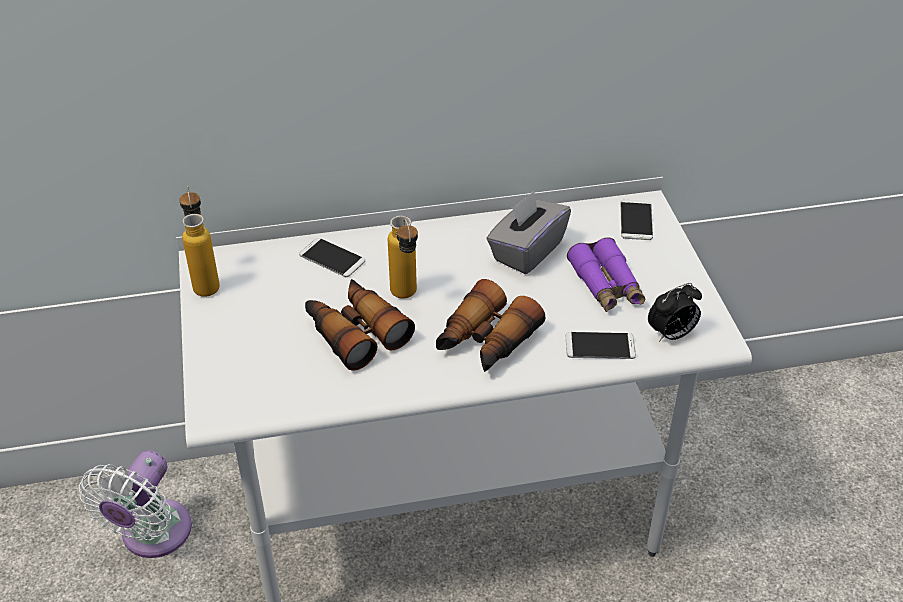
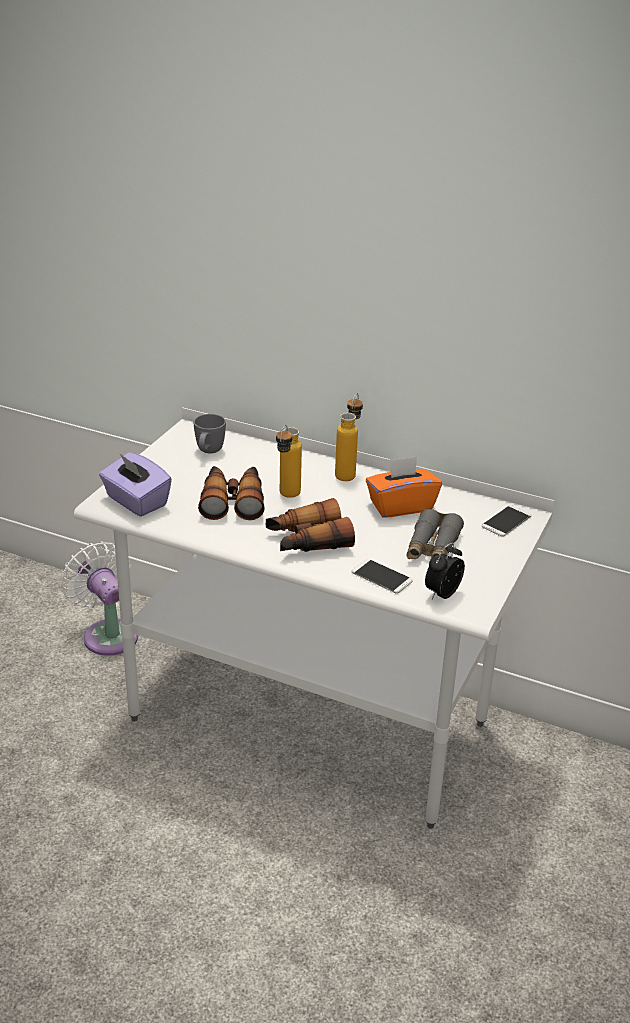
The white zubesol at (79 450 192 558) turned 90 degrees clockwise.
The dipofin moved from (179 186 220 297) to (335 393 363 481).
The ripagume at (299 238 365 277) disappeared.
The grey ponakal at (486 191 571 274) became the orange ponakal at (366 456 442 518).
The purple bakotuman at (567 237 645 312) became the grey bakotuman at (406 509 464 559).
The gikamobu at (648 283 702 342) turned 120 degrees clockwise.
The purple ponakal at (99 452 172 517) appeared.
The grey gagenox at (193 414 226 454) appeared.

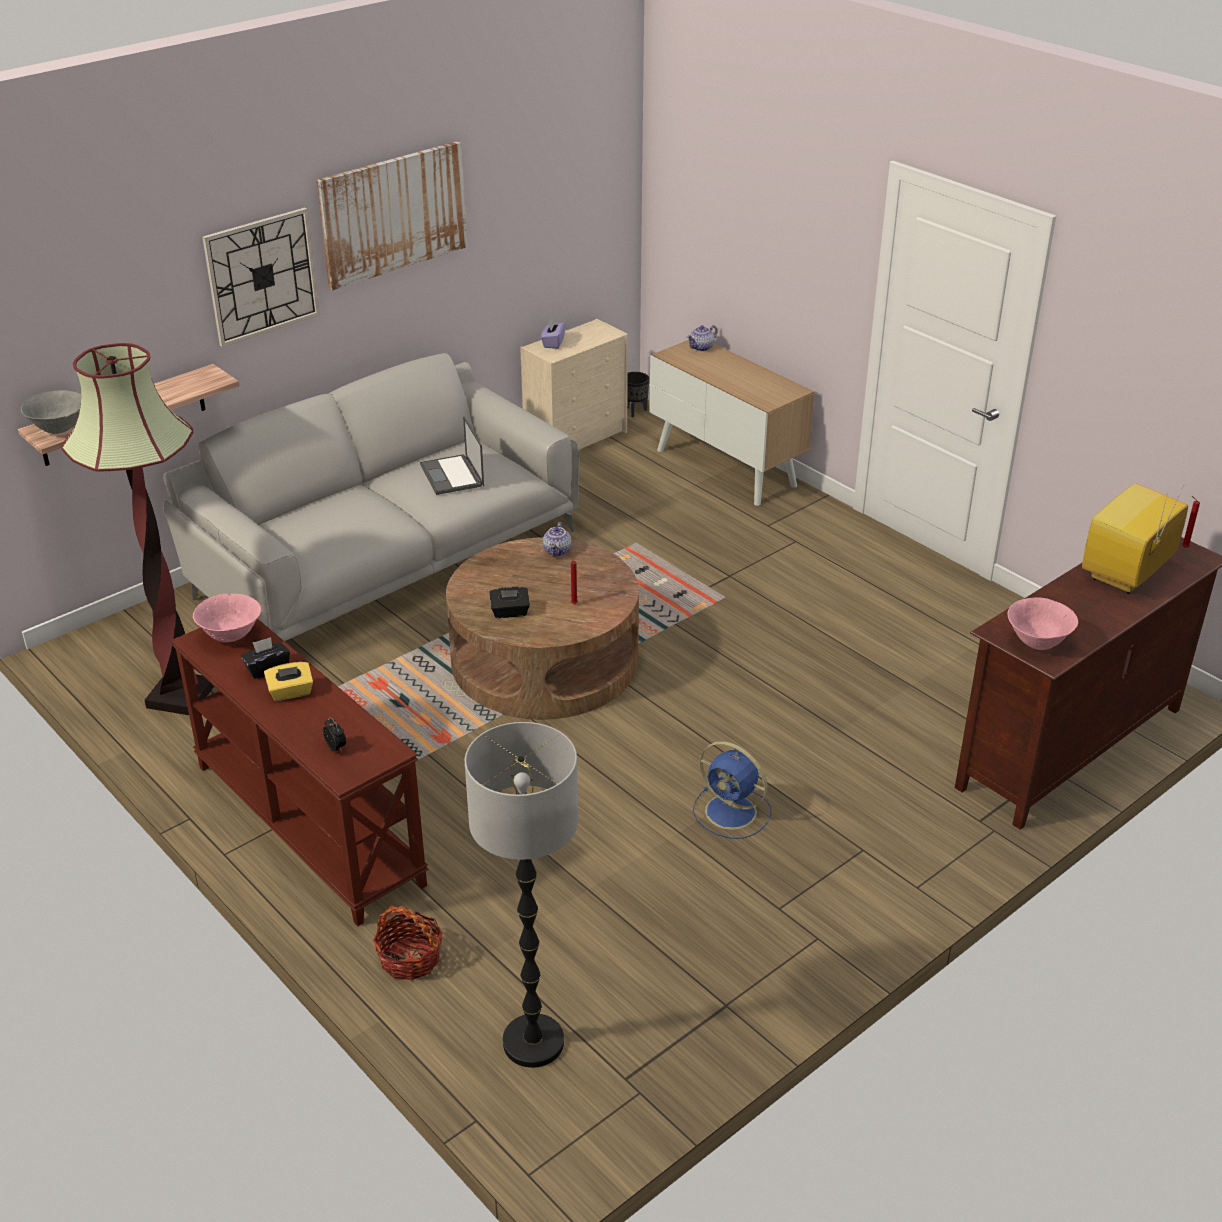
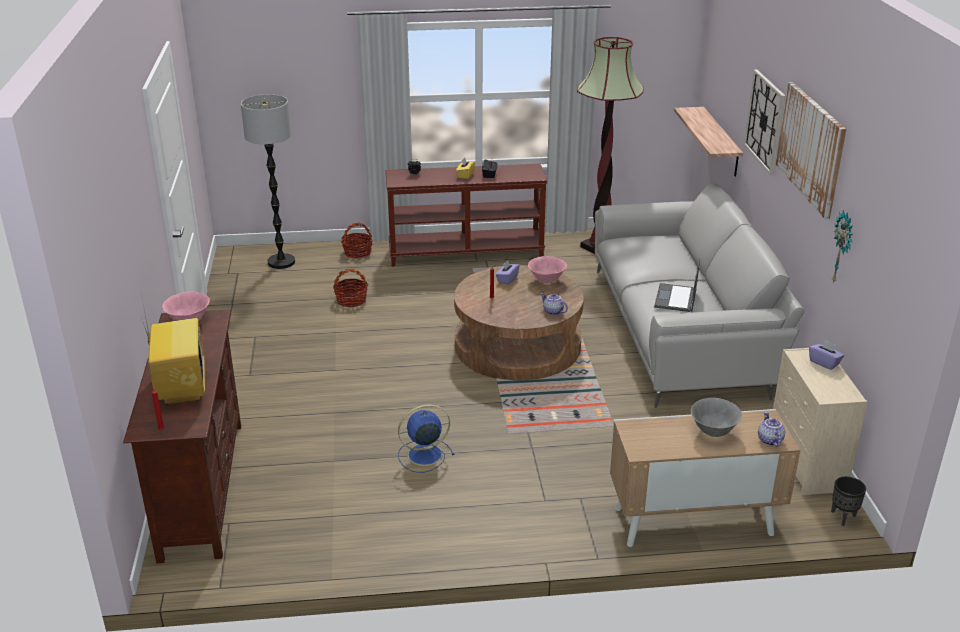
The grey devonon moved from (21 390 81 434) to (691 398 742 437).
The pink devonon moved from (193 594 261 642) to (528 256 567 284).
The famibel at (420 416 484 495) turned 90 degrees counterclockwise.
The black ponakal at (489 587 530 618) became the purple ponakal at (496 260 520 285).
The blue zubesol moved from (693 741 771 839) to (398 404 454 473).
The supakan at (333 269 369 307) appeared.
The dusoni at (832 210 853 284) appeared.

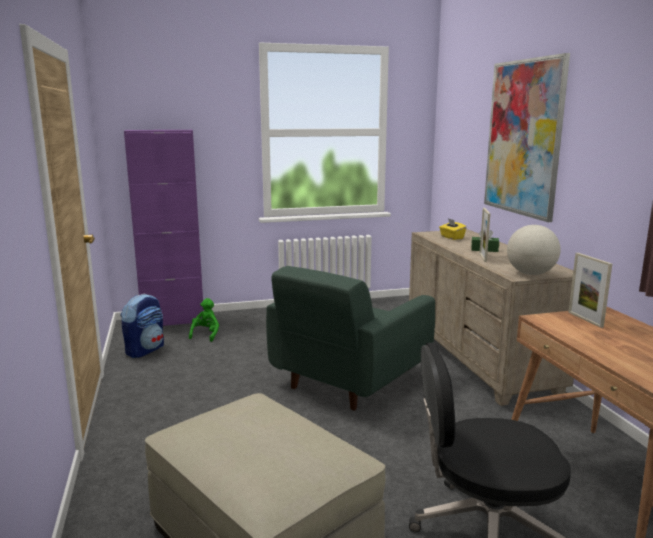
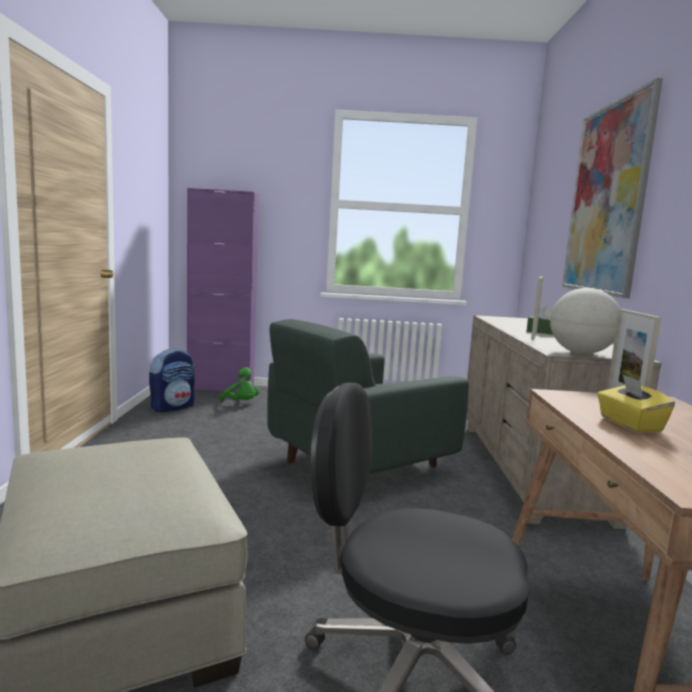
The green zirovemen at (189 298 219 342) turned 105 degrees clockwise.
The yellow ponakal moved from (439 218 467 240) to (597 374 675 433).

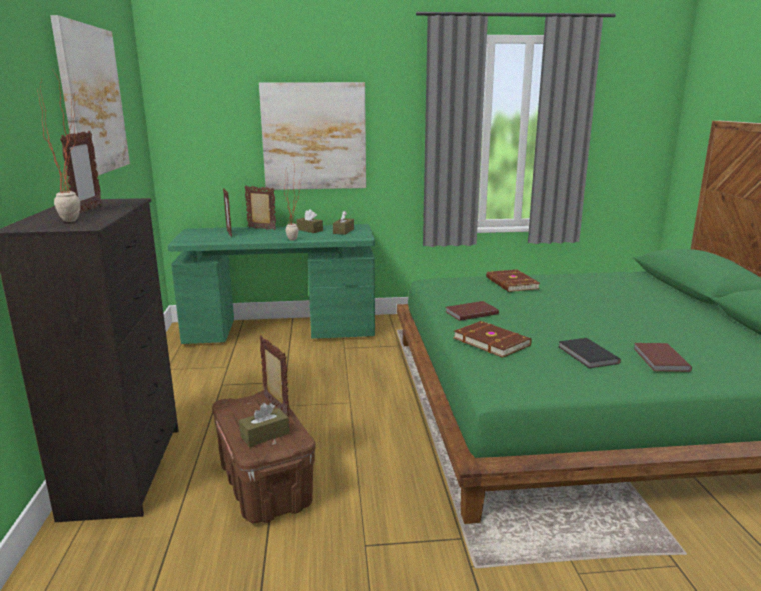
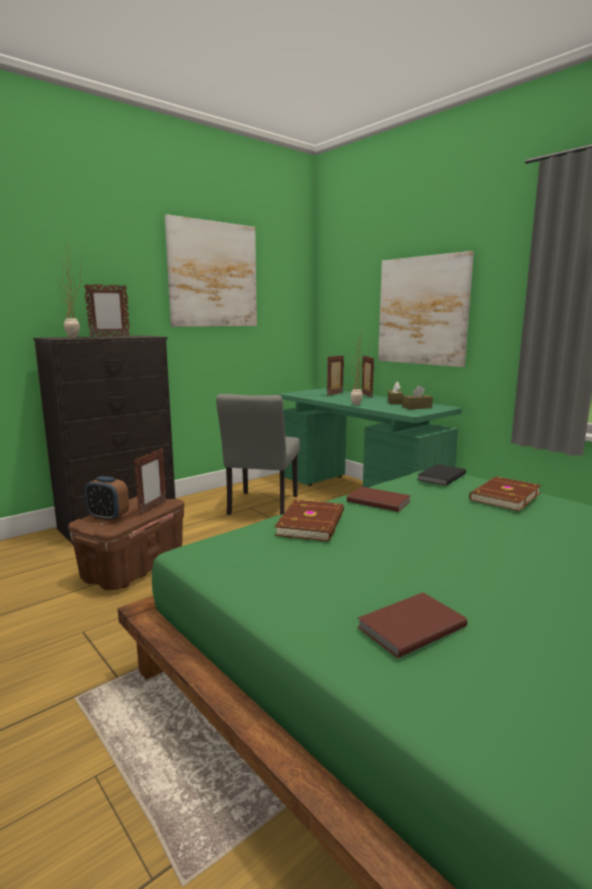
The brown ponakal at (239 403 289 447) was replaced by the gikamobu at (84 476 129 521).
The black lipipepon moved from (559 338 621 368) to (417 464 466 486).
The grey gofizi at (216 394 300 515) appeared.

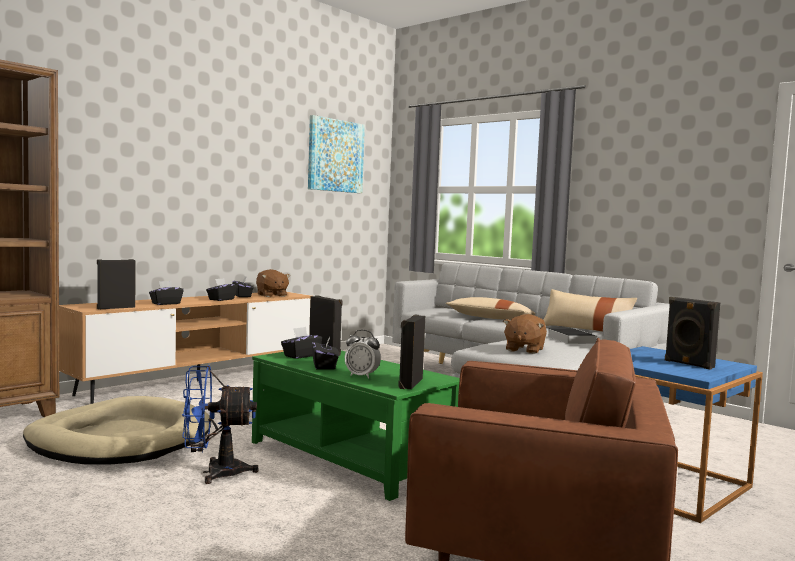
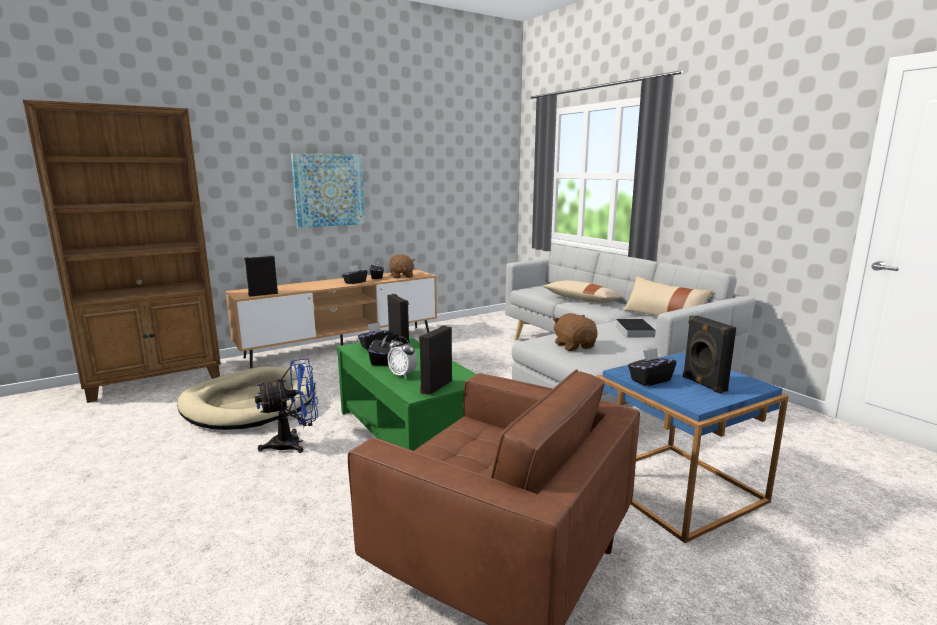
The black ponakal moved from (149 281 184 305) to (628 348 677 386).
The blue zubesol at (182 365 259 484) turned 150 degrees clockwise.
The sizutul moved from (308 115 365 193) to (291 153 365 228).
The brown zirovemen at (503 314 547 354) turned 120 degrees clockwise.

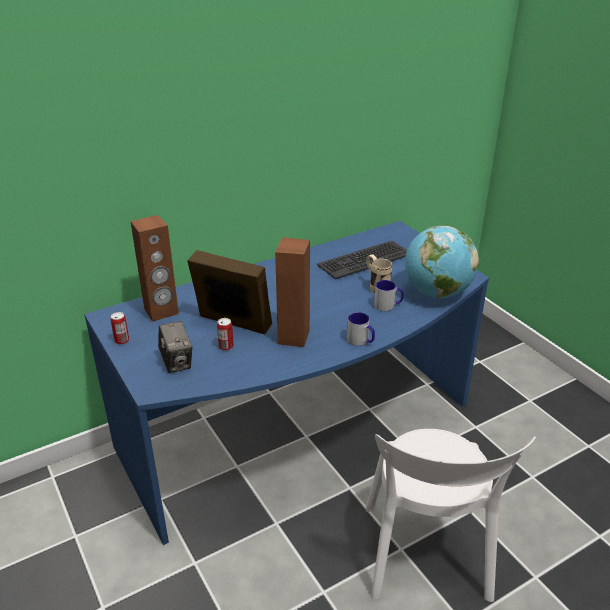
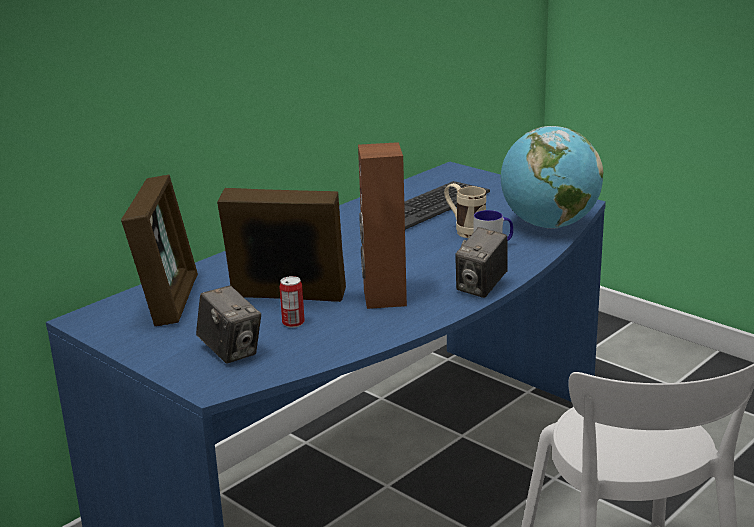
The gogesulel at (111 312 129 345) disappeared.
The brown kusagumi at (130 215 179 322) was replaced by the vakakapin at (121 174 198 326).
The gagenox at (347 312 375 346) was replaced by the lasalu at (455 227 508 298).

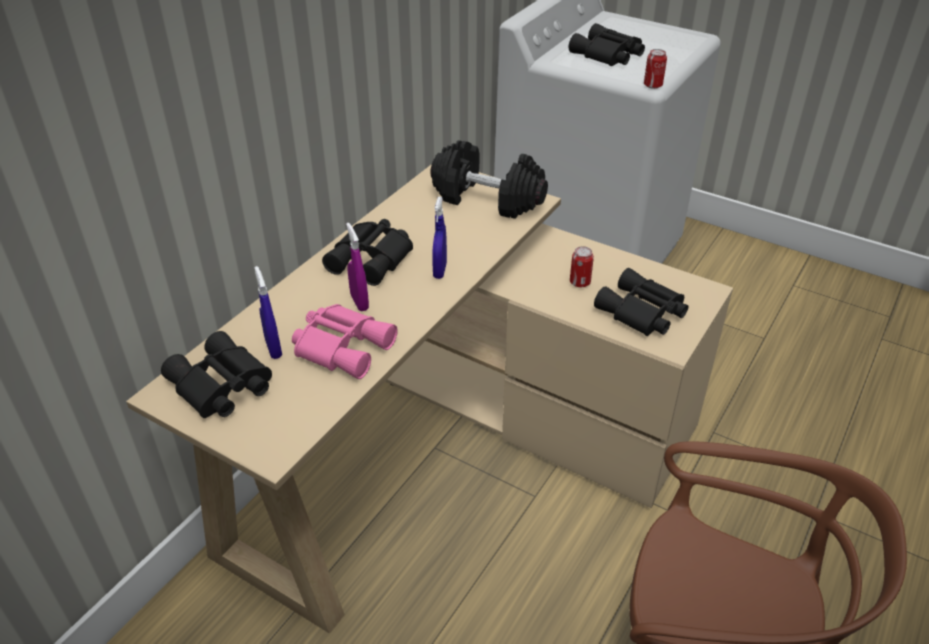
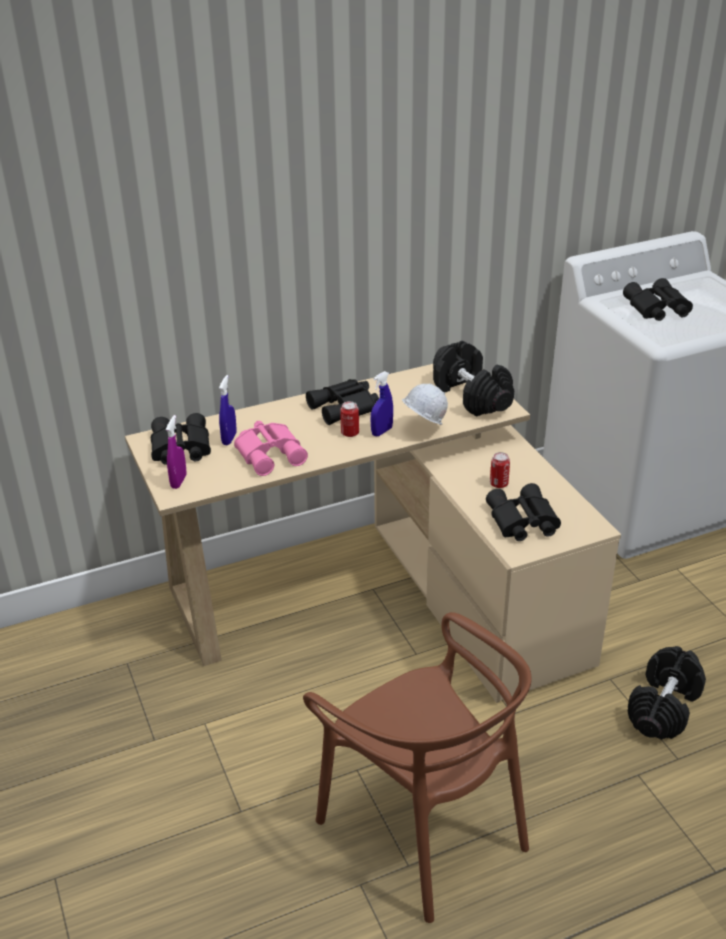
The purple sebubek moved from (346 223 369 311) to (166 415 186 489).
The gogesulel moved from (644 49 667 89) to (340 401 359 437).
The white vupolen at (402 384 448 425) appeared.
The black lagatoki at (628 646 706 739) appeared.

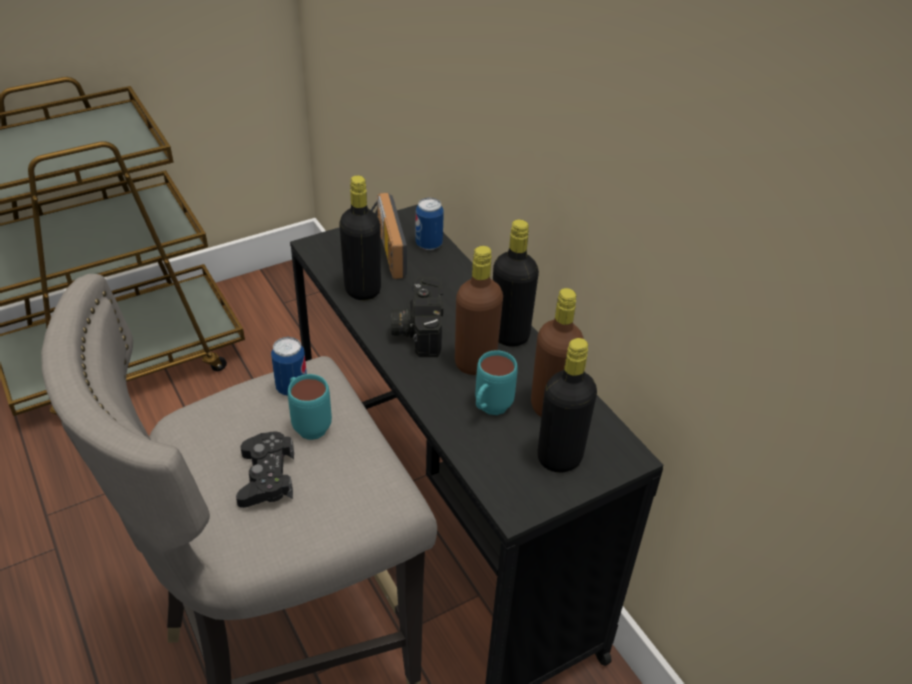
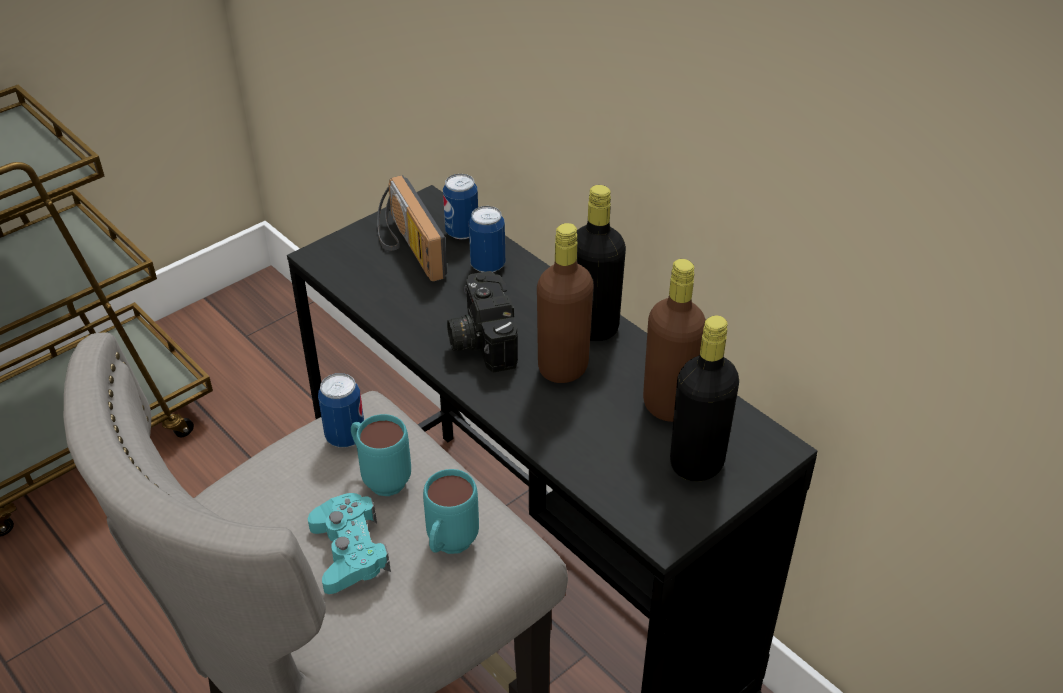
The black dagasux at (236 431 294 508) became the turquoise dagasux at (308 493 391 594).
The black dipofin at (339 175 381 300) disappeared.
The turquoise gagenox moved from (475 350 518 415) to (423 469 479 554).
The gogesulel at (469 206 505 272) appeared.

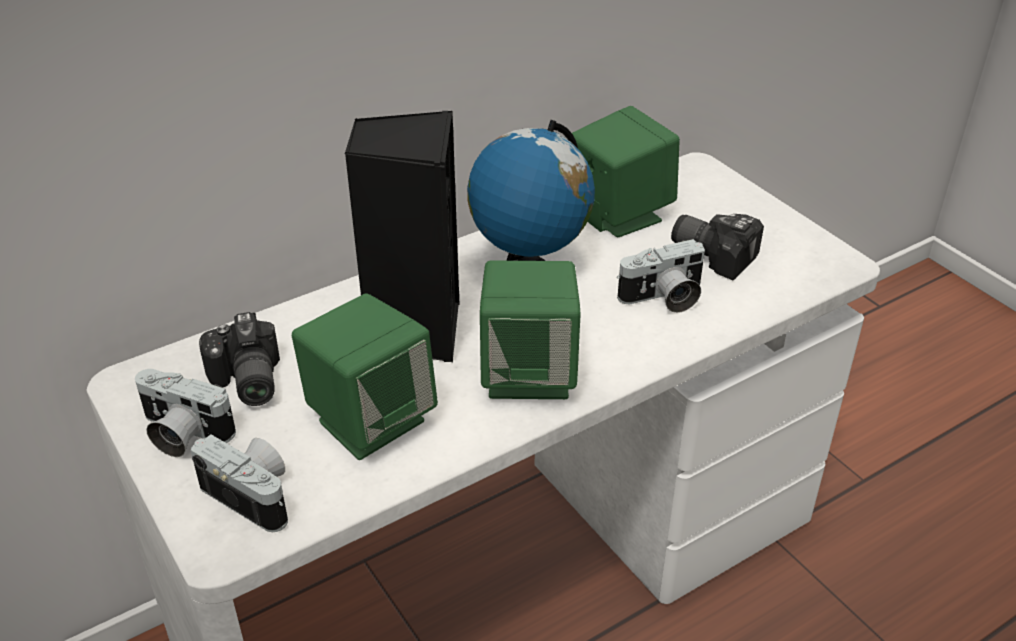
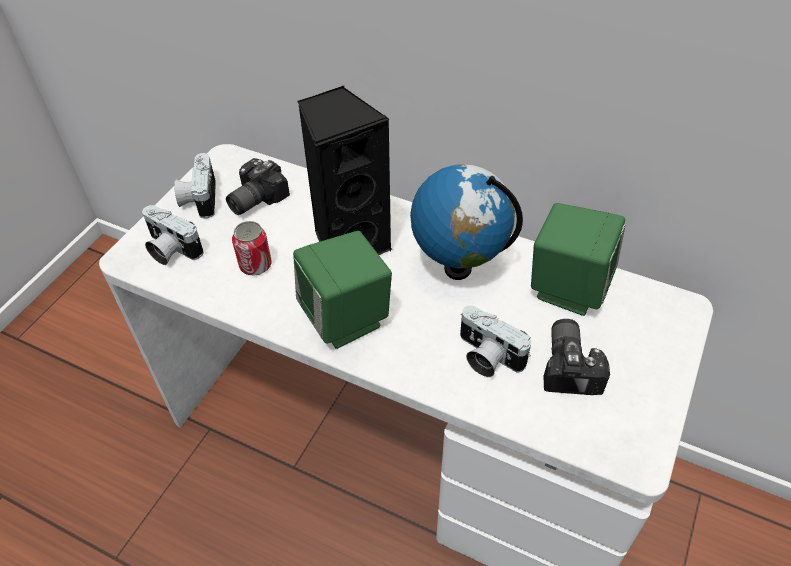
The lasalu at (191 434 288 532) turned 120 degrees clockwise.
The green kusagumi at (292 293 438 460) was replaced by the gogesulel at (232 221 272 276).

